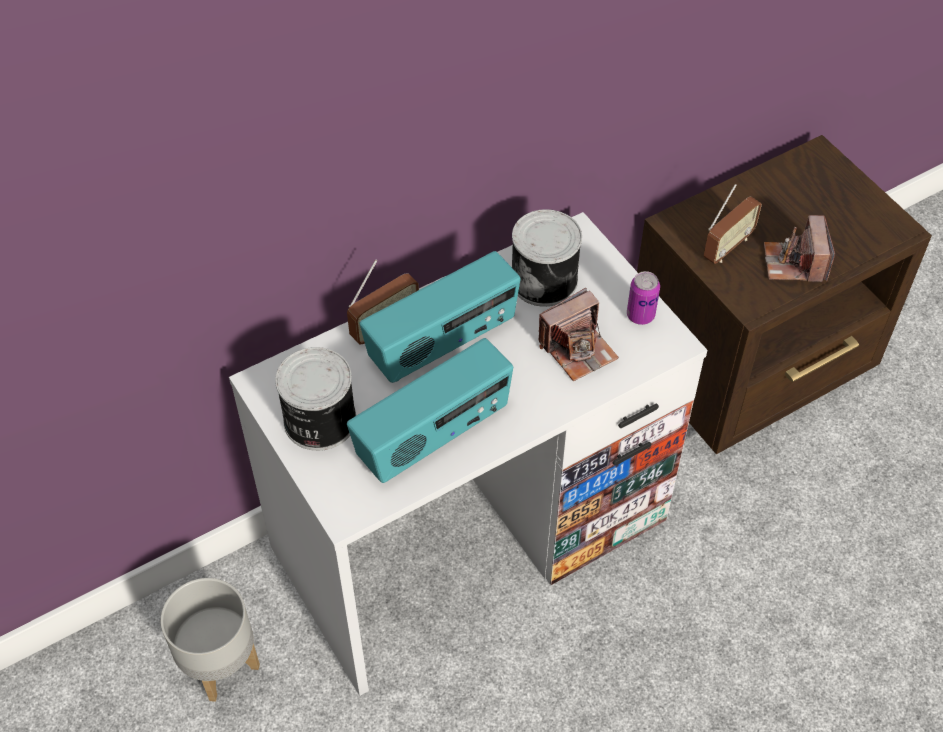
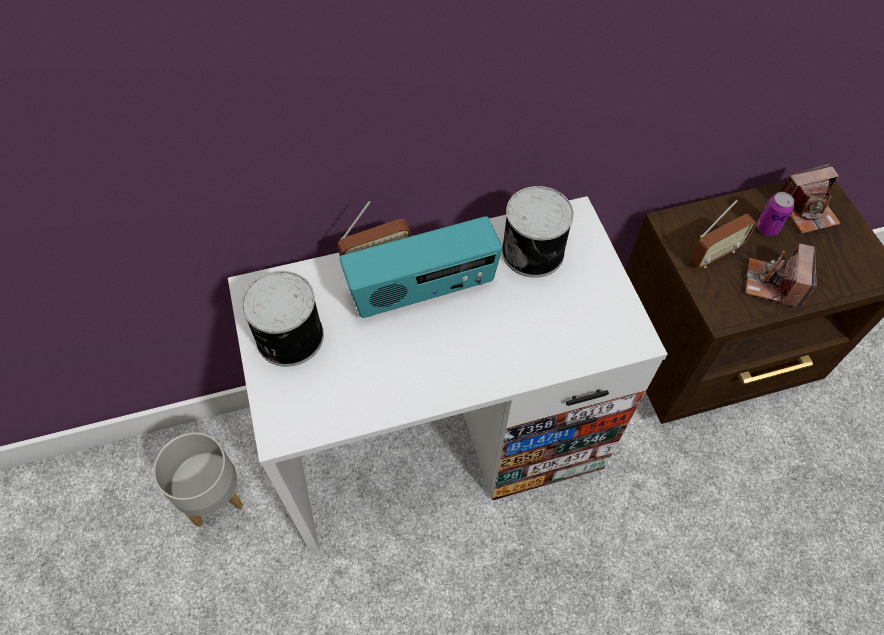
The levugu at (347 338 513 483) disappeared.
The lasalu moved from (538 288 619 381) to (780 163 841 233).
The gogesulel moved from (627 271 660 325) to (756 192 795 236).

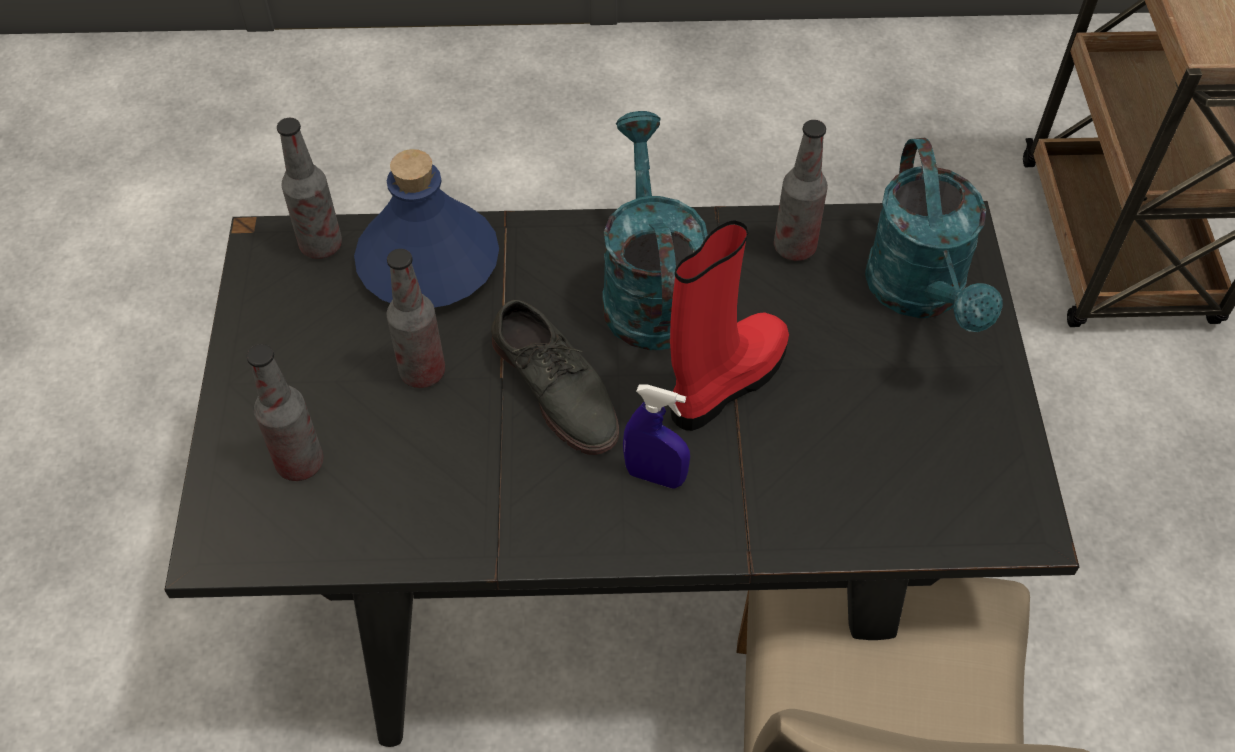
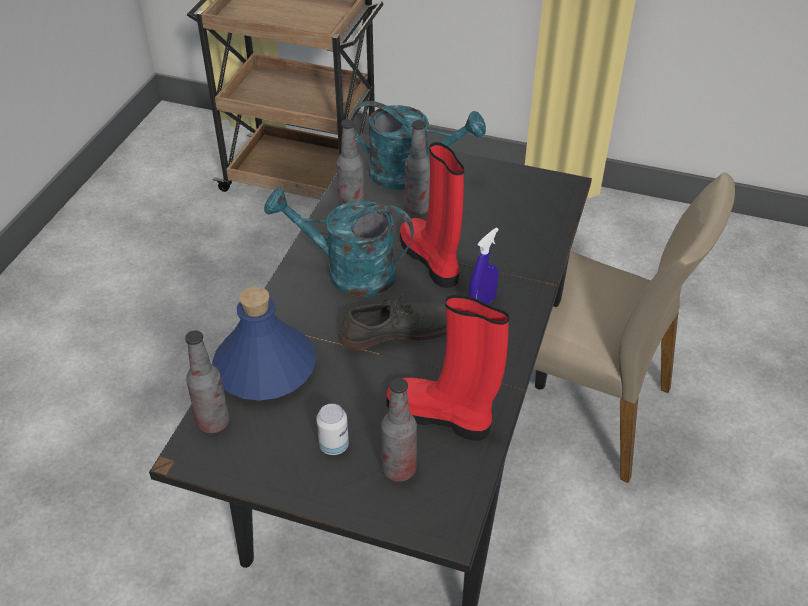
The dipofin moved from (386 249 445 388) to (405 120 430 215).
The gogesulel at (316 404 349 455) appeared.
The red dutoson at (387 295 509 441) appeared.

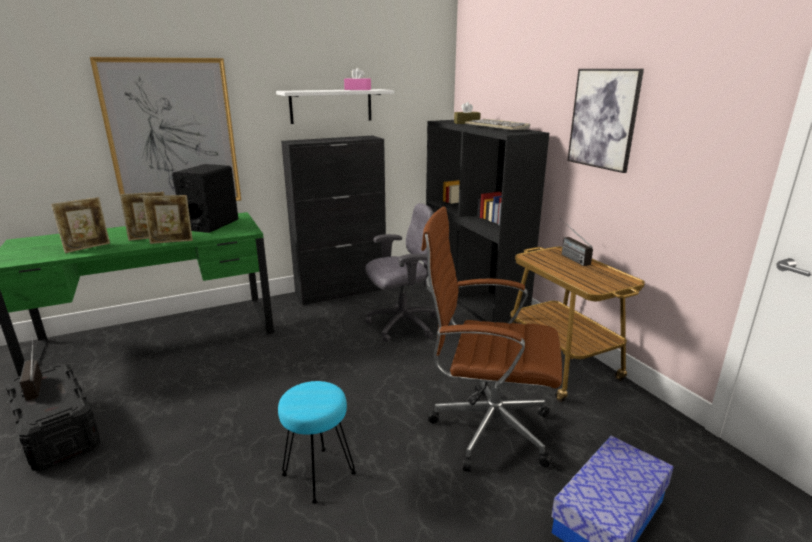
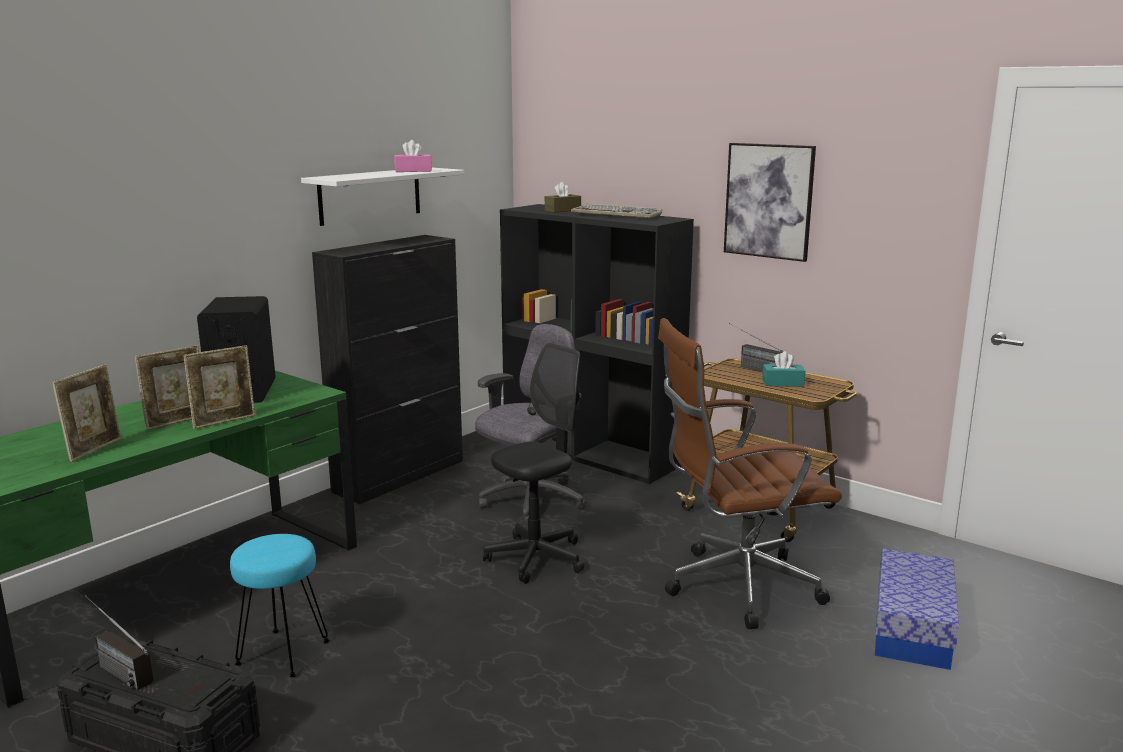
The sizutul at (90 57 241 201) disappeared.
The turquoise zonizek moved from (278 381 356 504) to (230 534 330 678).
The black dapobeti at (483 343 584 584) appeared.
The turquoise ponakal at (762 351 805 387) appeared.

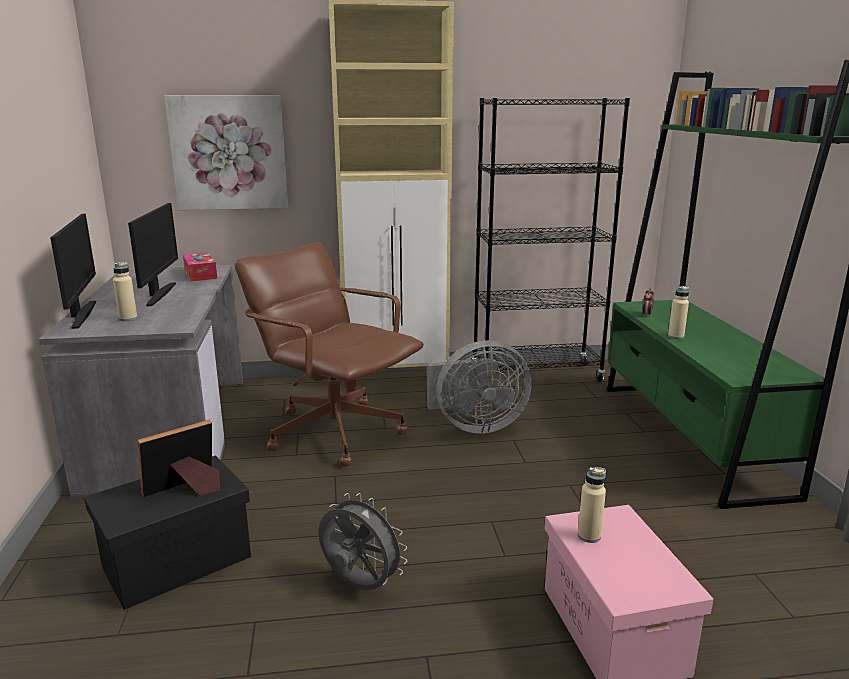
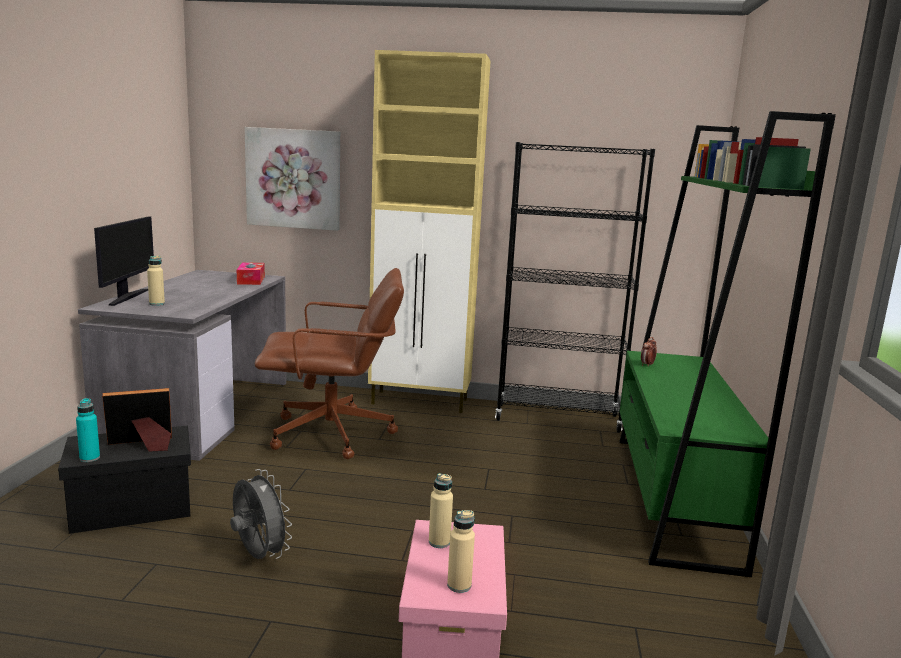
The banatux at (128 203 178 306) disappeared.
The brown dapobeti at (234 242 424 467) turned 120 degrees clockwise.
The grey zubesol at (427 340 532 434) disappeared.
The beige dipofin moved from (668 286 689 339) to (447 510 475 593).
The turquoise dipofin at (76 398 100 462) appeared.

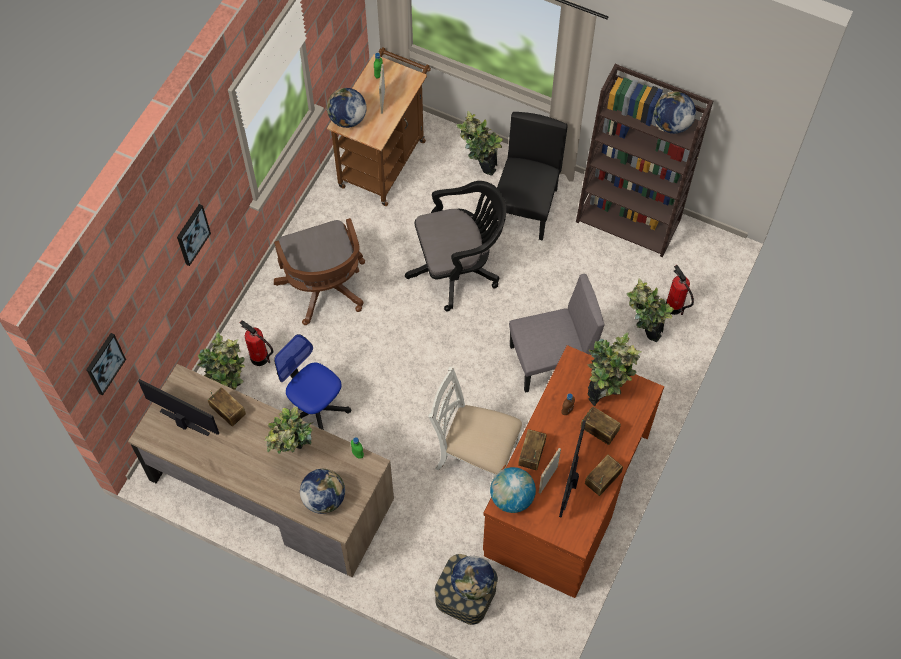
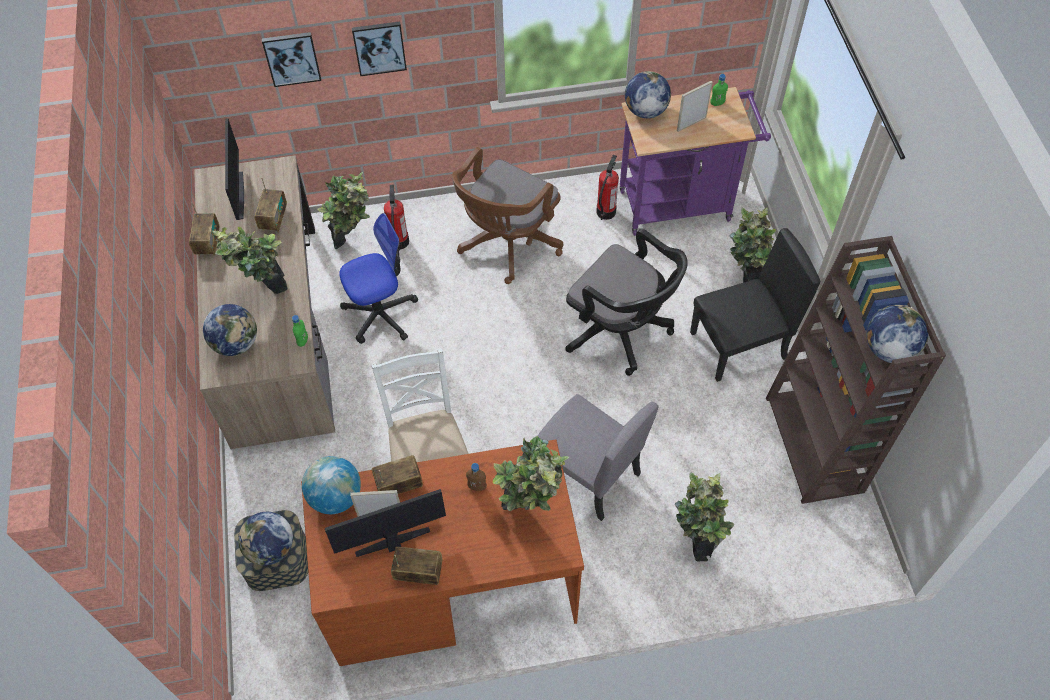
The sizutul moved from (86 333 126 396) to (262 32 321 87).
The dapobeti at (274 334 352 430) turned 60 degrees clockwise.
The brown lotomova at (327 47 431 206) became the purple lotomova at (620 87 771 236).
The levugu moved from (581 406 621 445) to (189 202 219 256).
The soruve moved from (666 265 694 315) to (596 155 619 220).

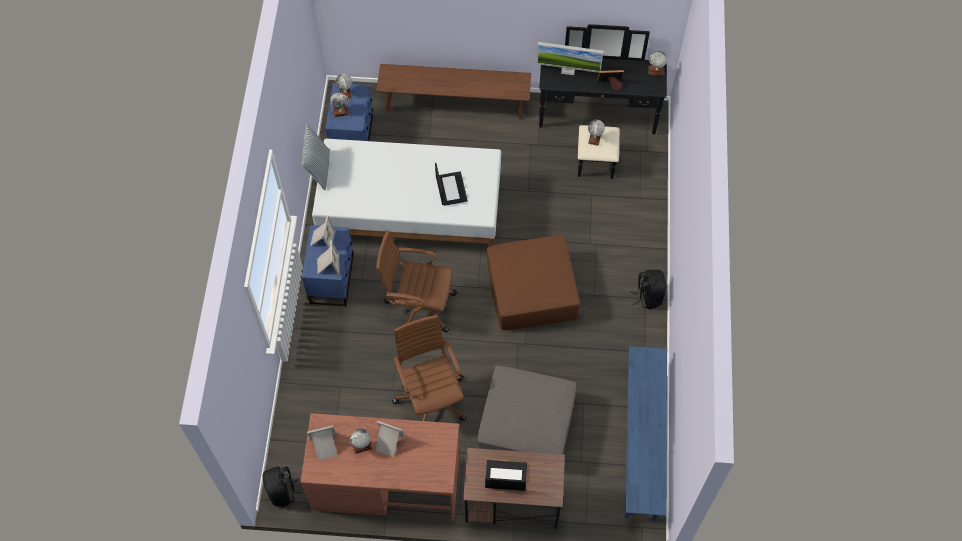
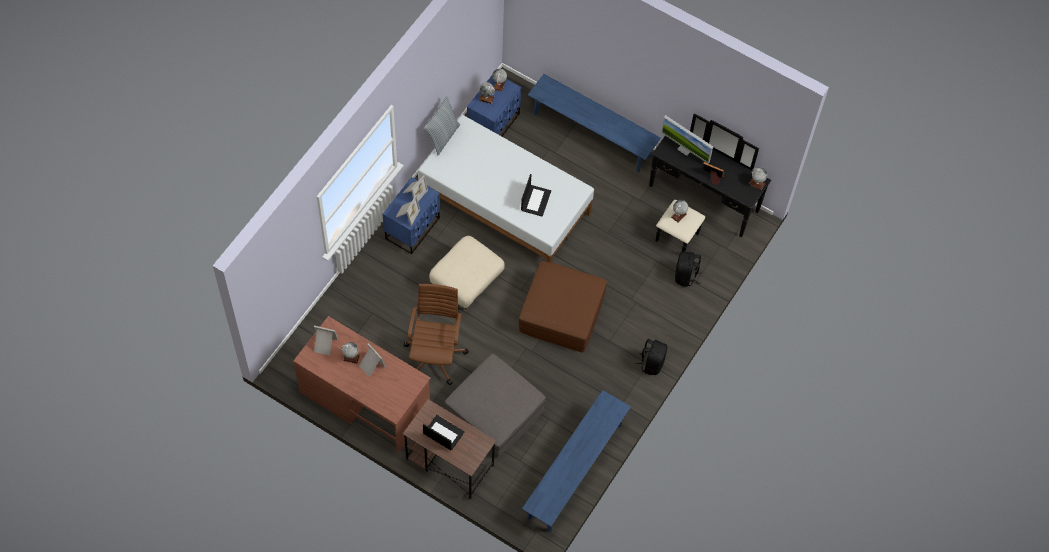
The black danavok moved from (263 466 303 507) to (675 252 702 287).
The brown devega at (376 64 531 120) became the blue devega at (528 74 661 172).
The brown dapobeti at (376 230 457 333) was replaced by the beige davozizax at (429 236 505 311).

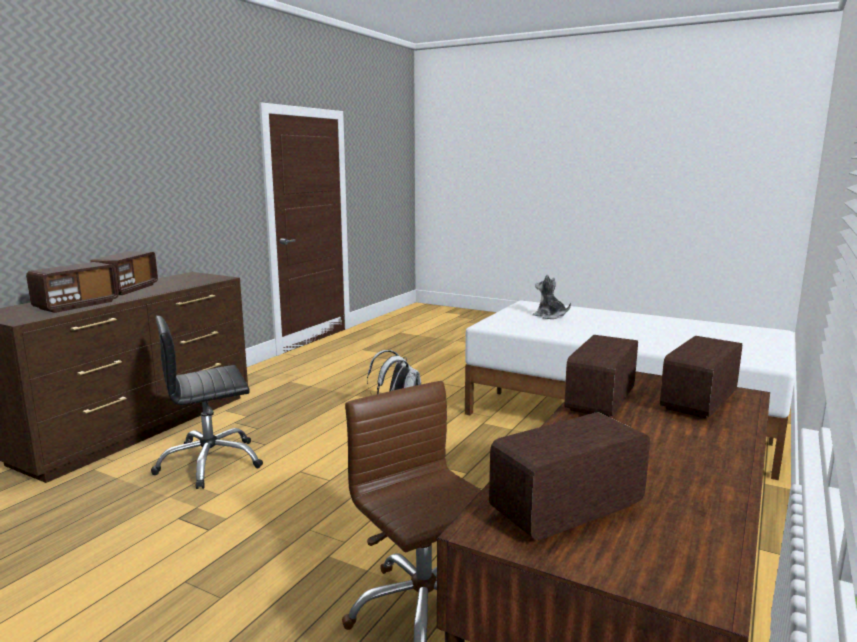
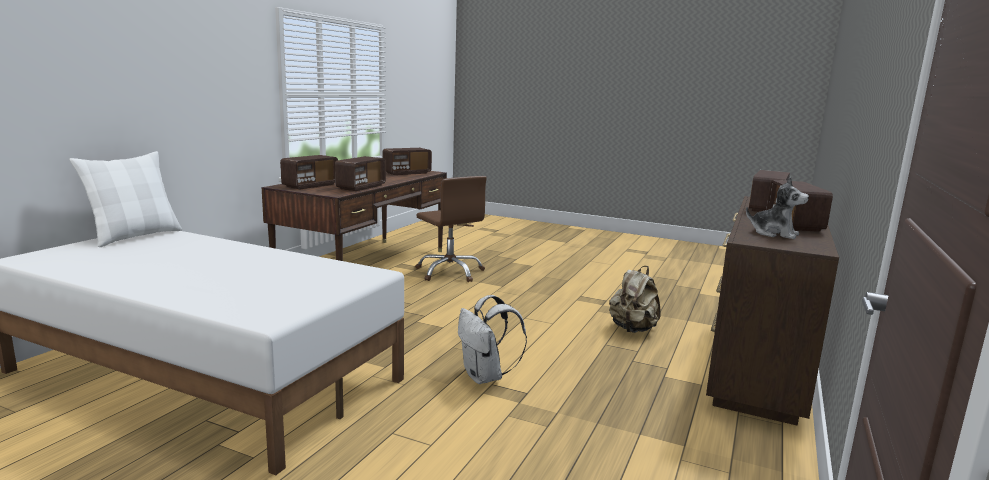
The black dapobeti at (151 316 263 489) was replaced by the beige danavok at (609 266 661 333).
The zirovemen moved from (532 274 571 319) to (746 177 809 239).
The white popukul at (69 151 182 247) appeared.

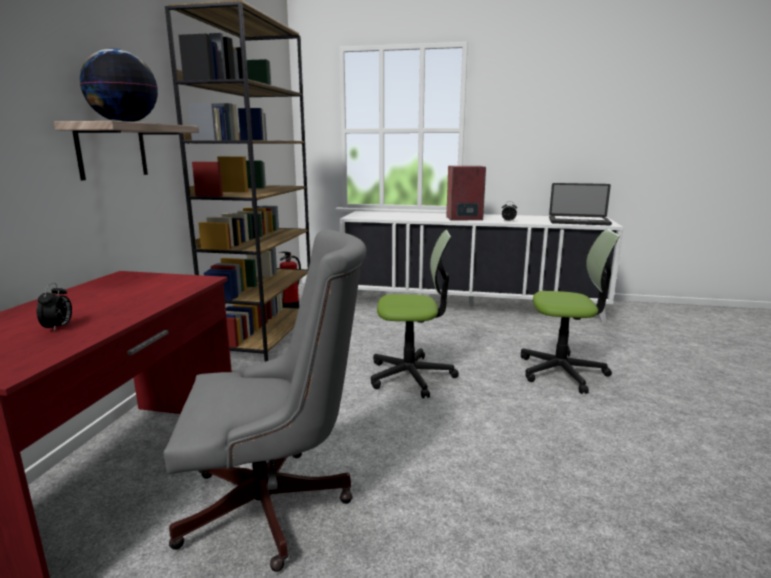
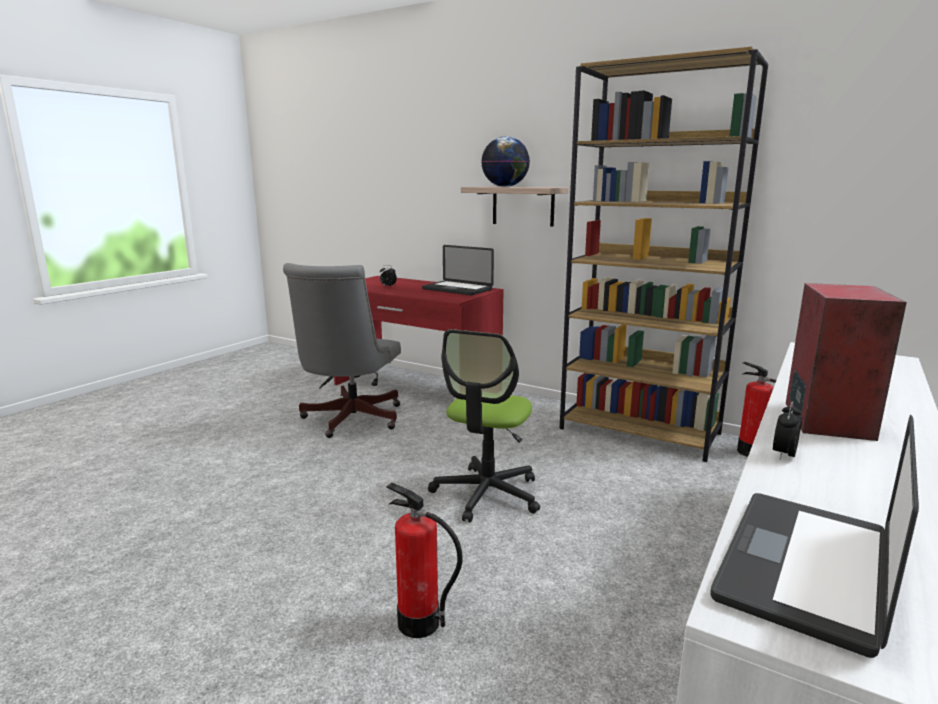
The dapobeti at (521 229 620 394) was replaced by the soruve at (386 483 463 638).
The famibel at (422 245 494 295) appeared.

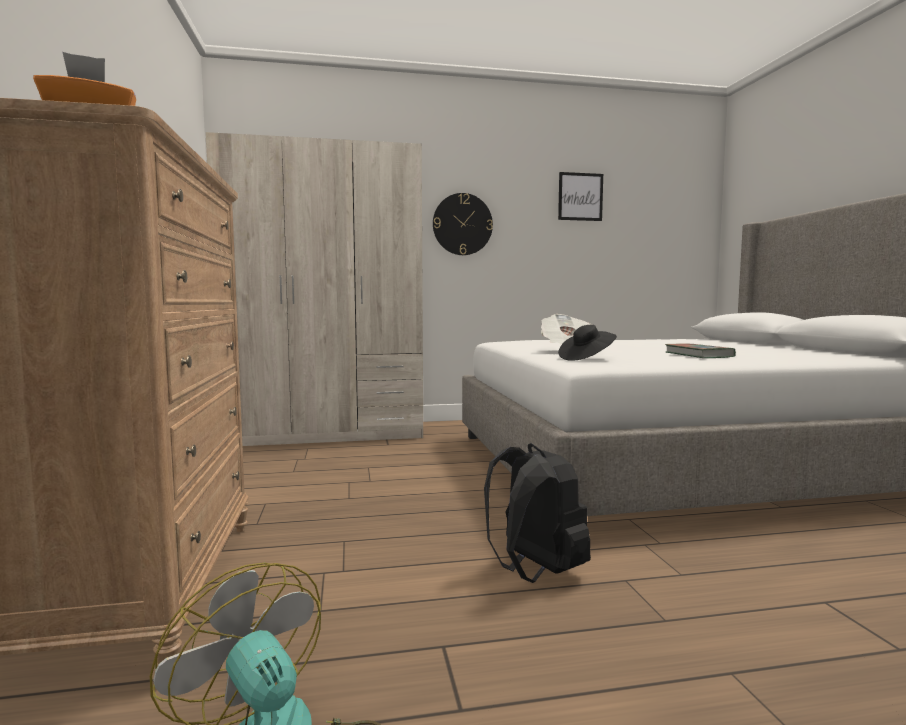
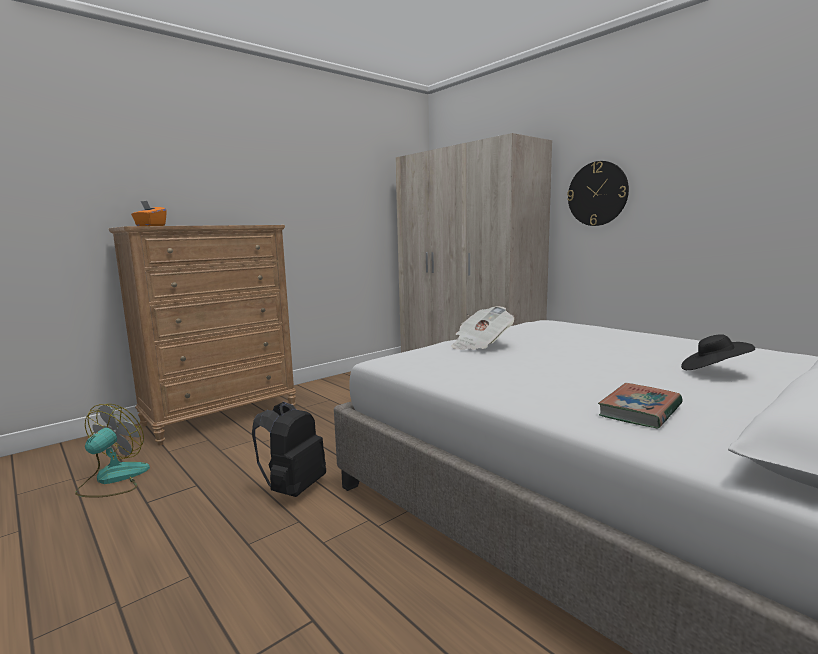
The sizutul at (558 172 603 221) disappeared.
The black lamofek moved from (558 325 617 361) to (681 334 755 370).
The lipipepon moved from (665 344 736 358) to (598 383 683 428).

